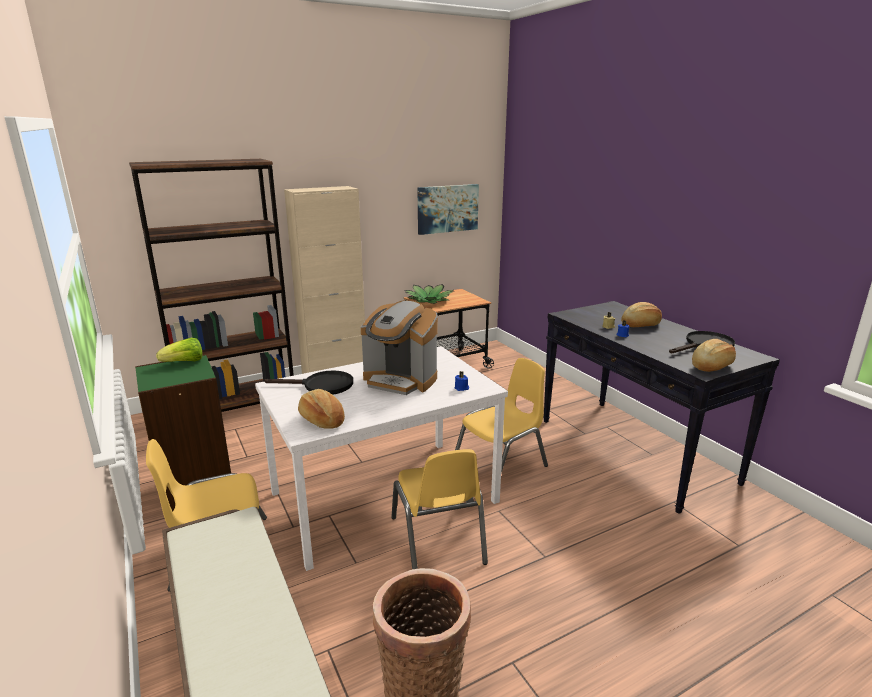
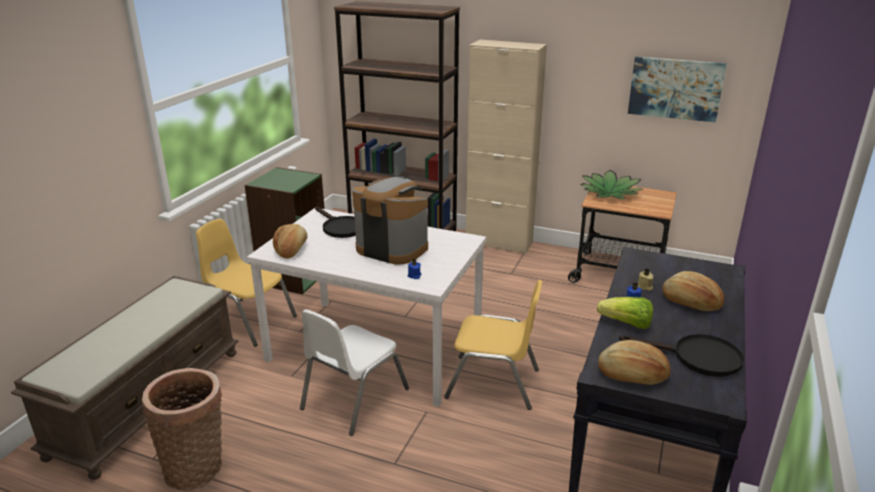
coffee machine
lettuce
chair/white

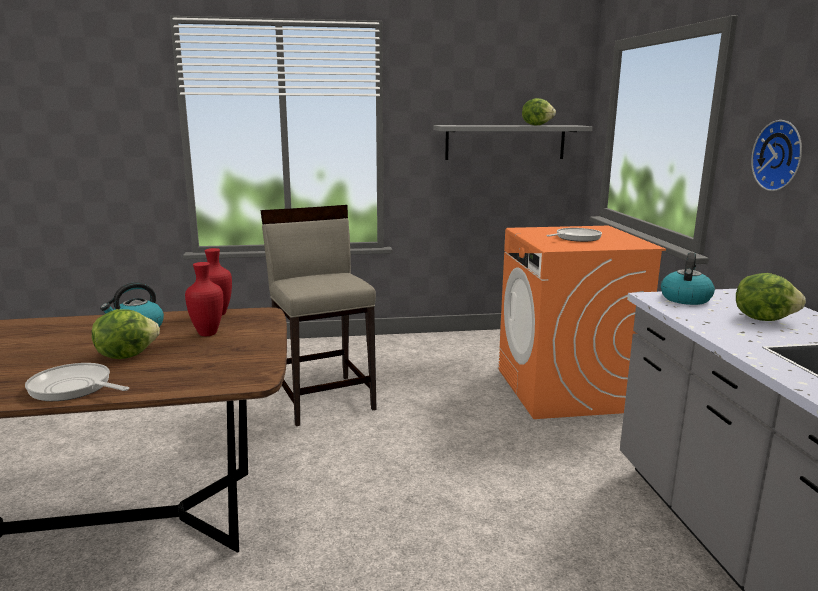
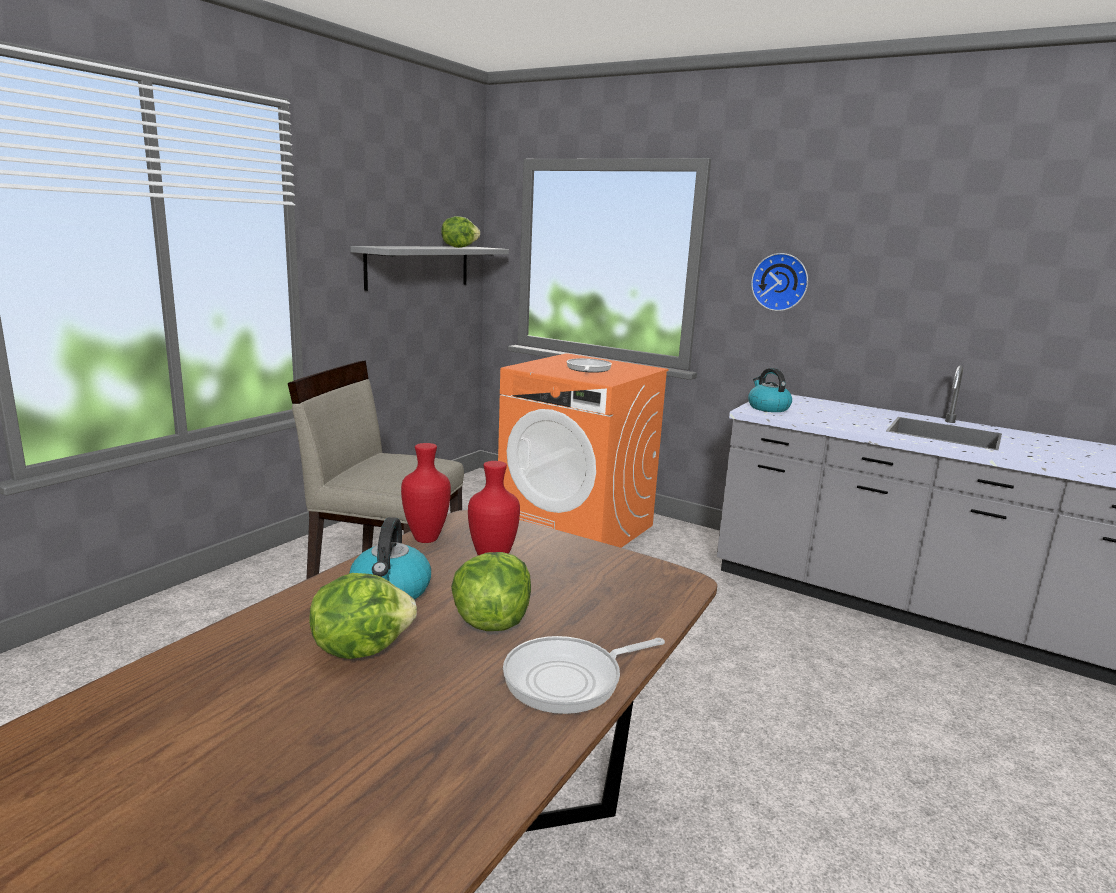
lettuce (no. 1 from left)

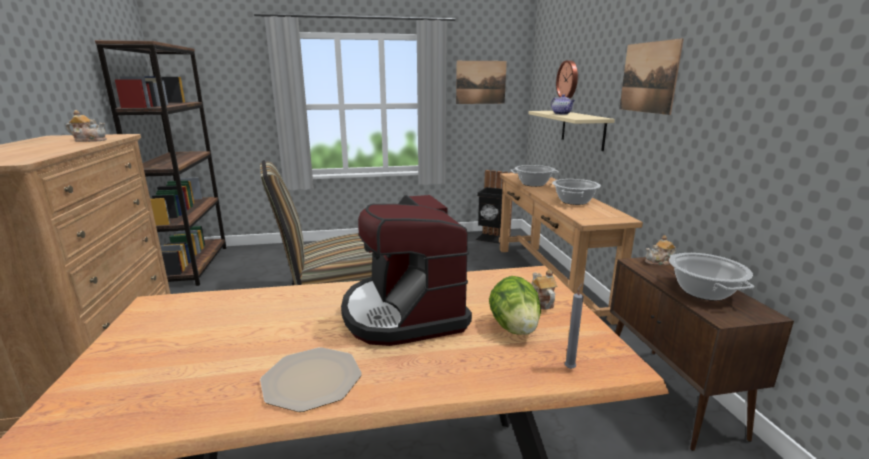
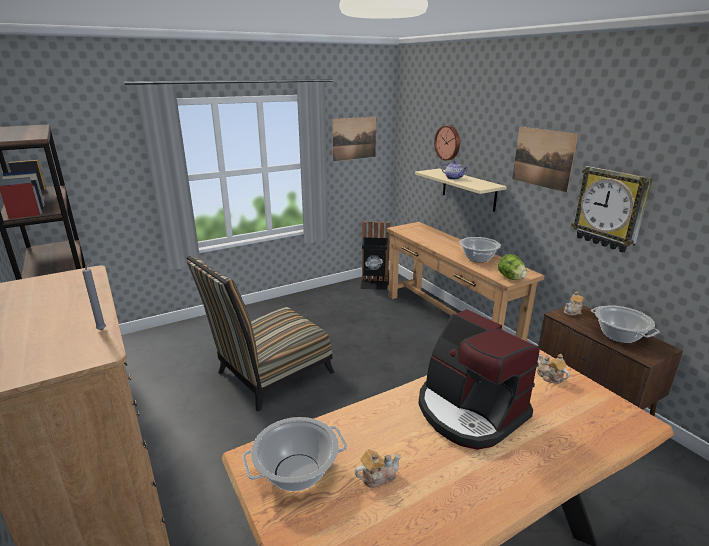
teapot (no. 1 from left)
cooking pot (no. 1 from left)
lettuce
candle/grey
plate
wall clock (no. 2 from left)

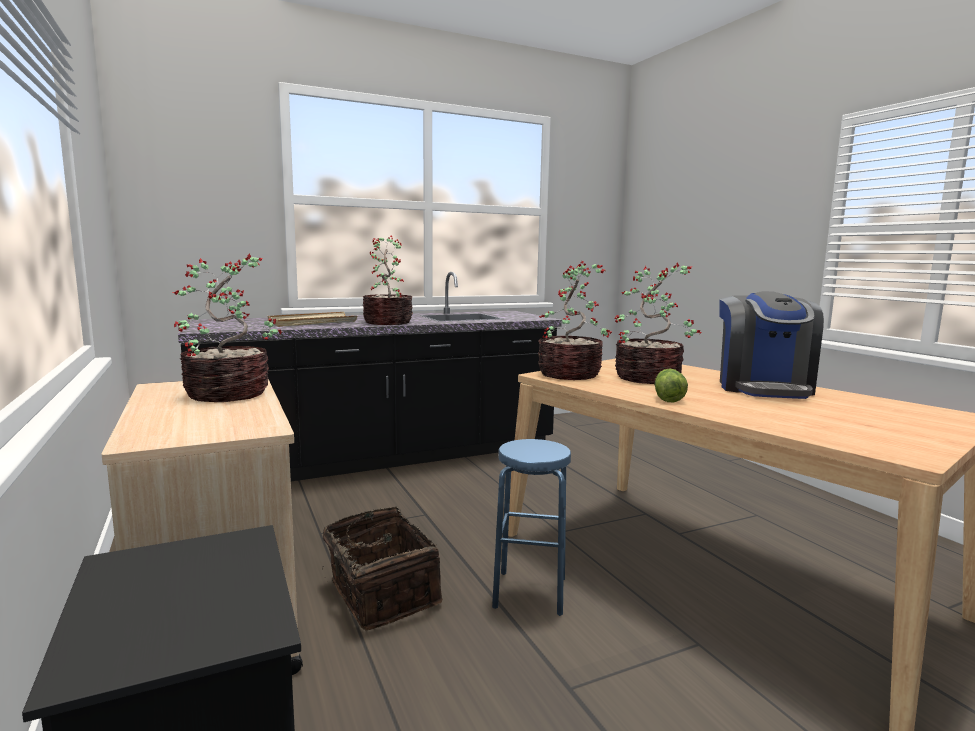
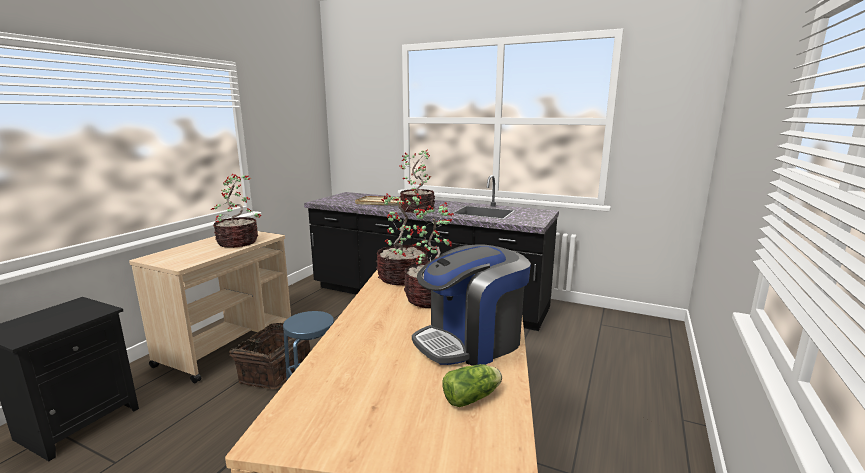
lettuce

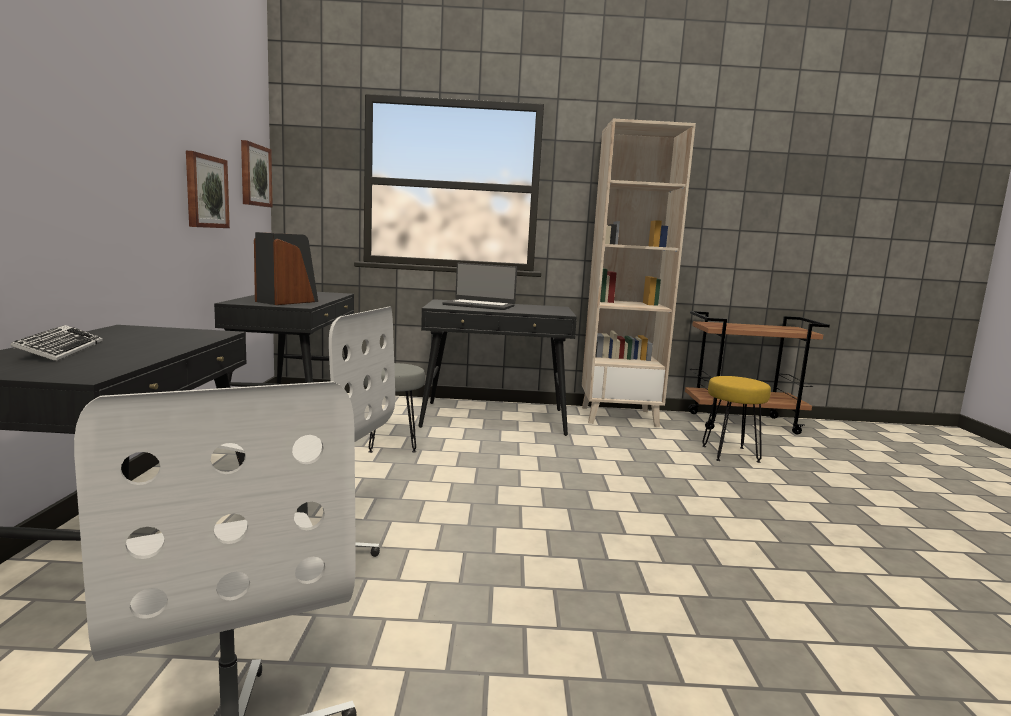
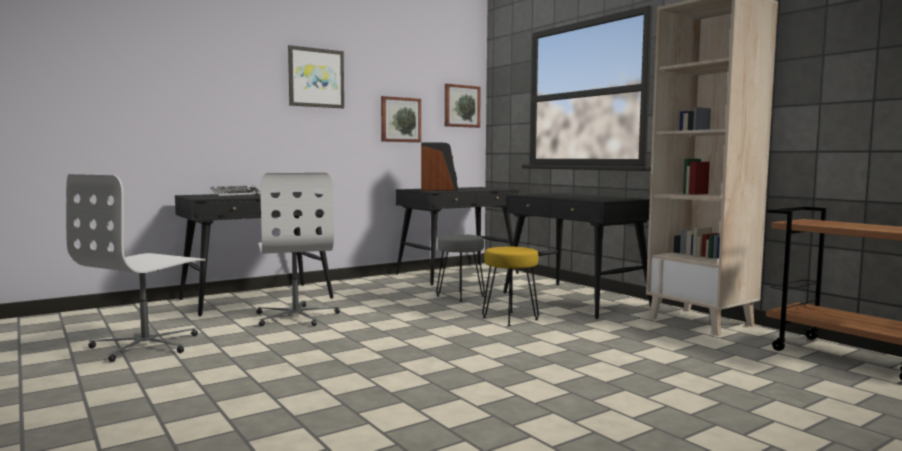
laptop
stool/yellow
picture (no. 1 from left)

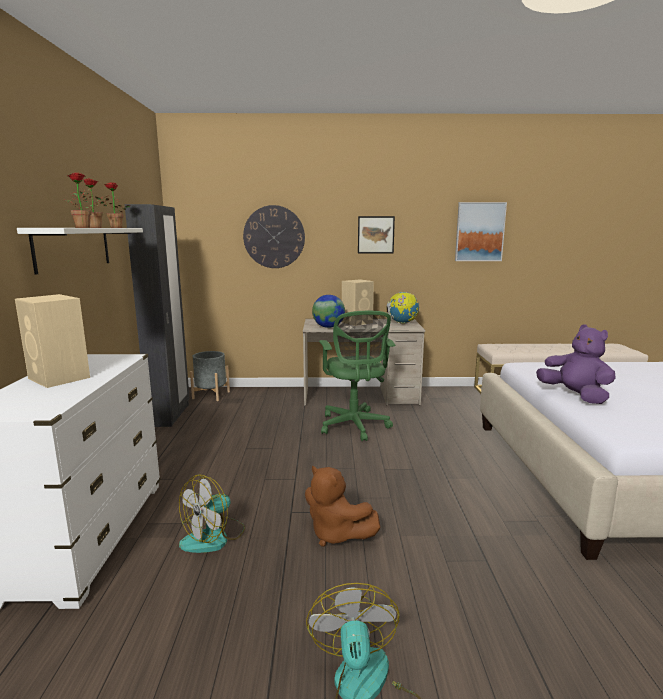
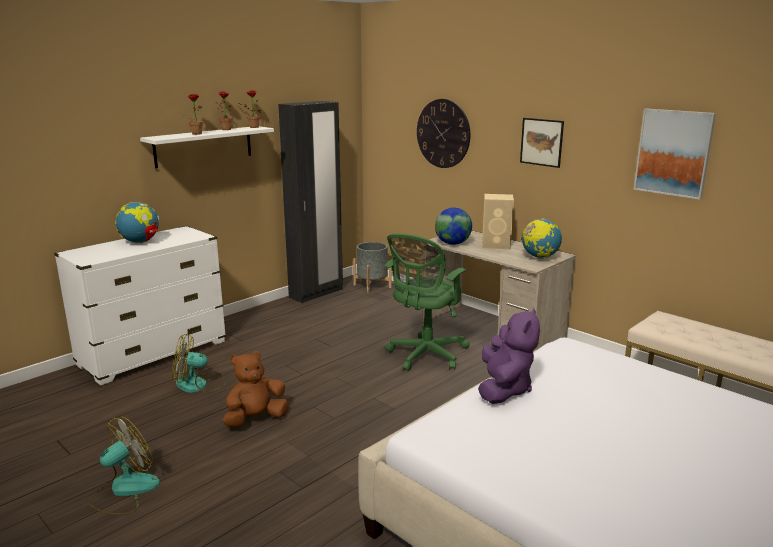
globe (no. 1 from left)
plush toy/brown

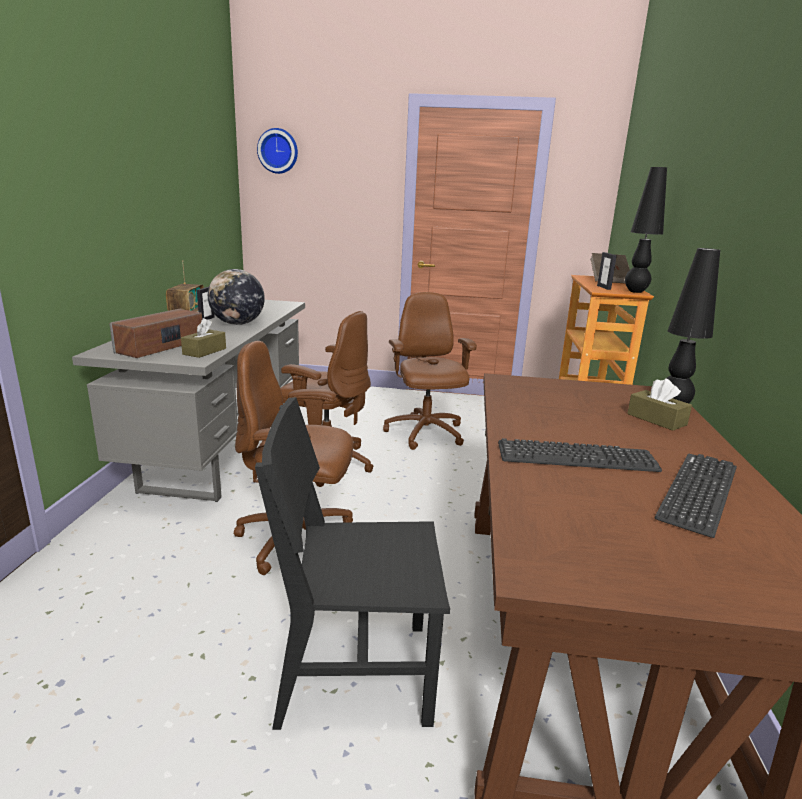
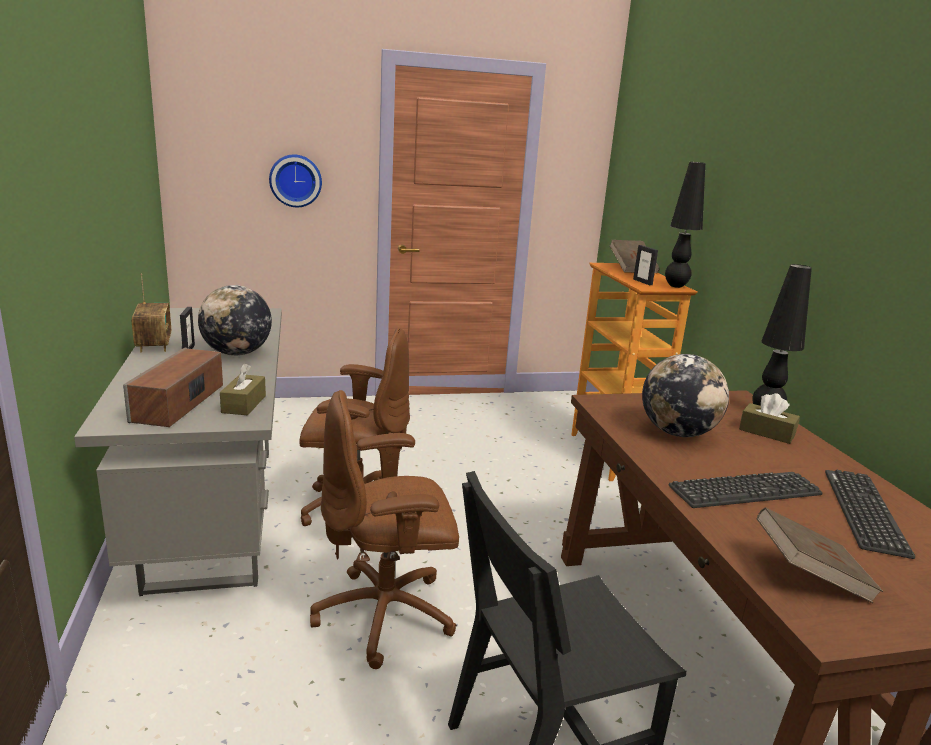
wall clock
office chair/brown (no. 3 from left in the first image)
globe (no. 2 from left)
book/brown (no. 2 from left)

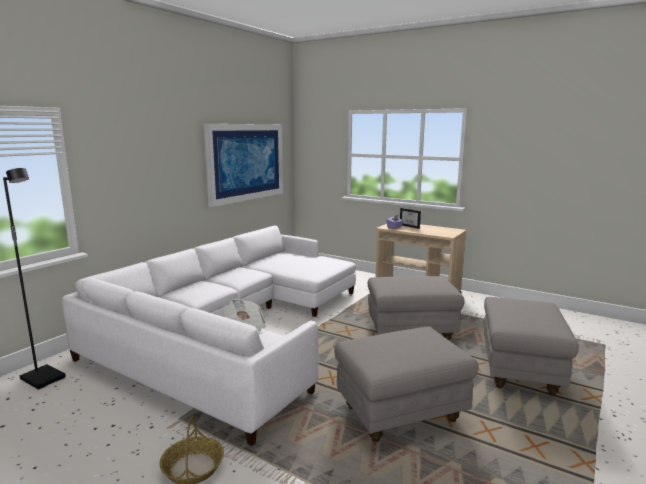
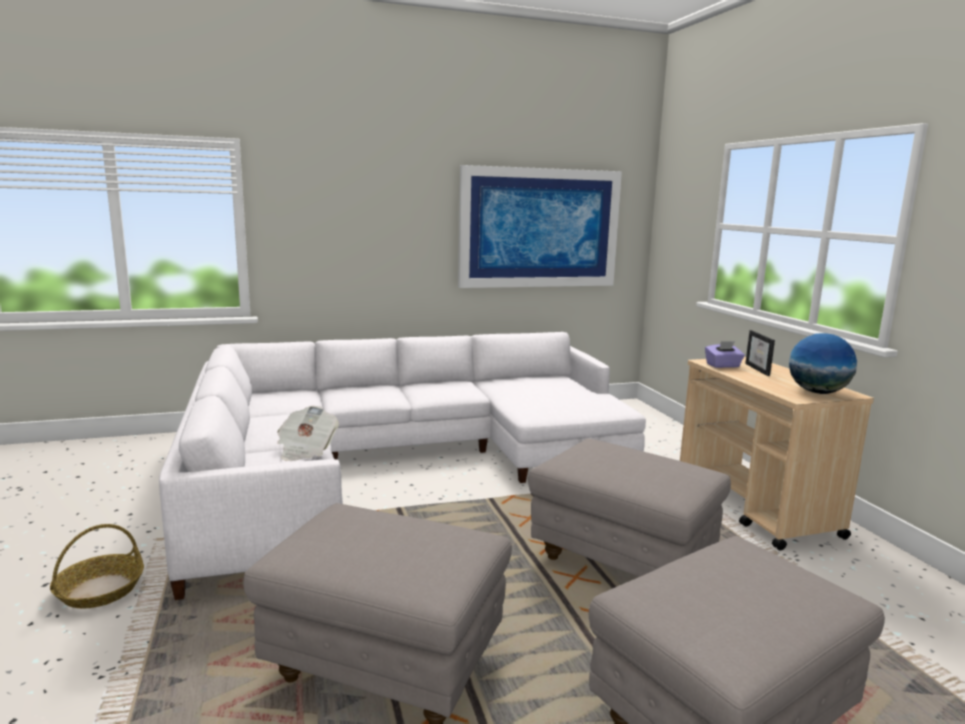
floor lamp/black
globe

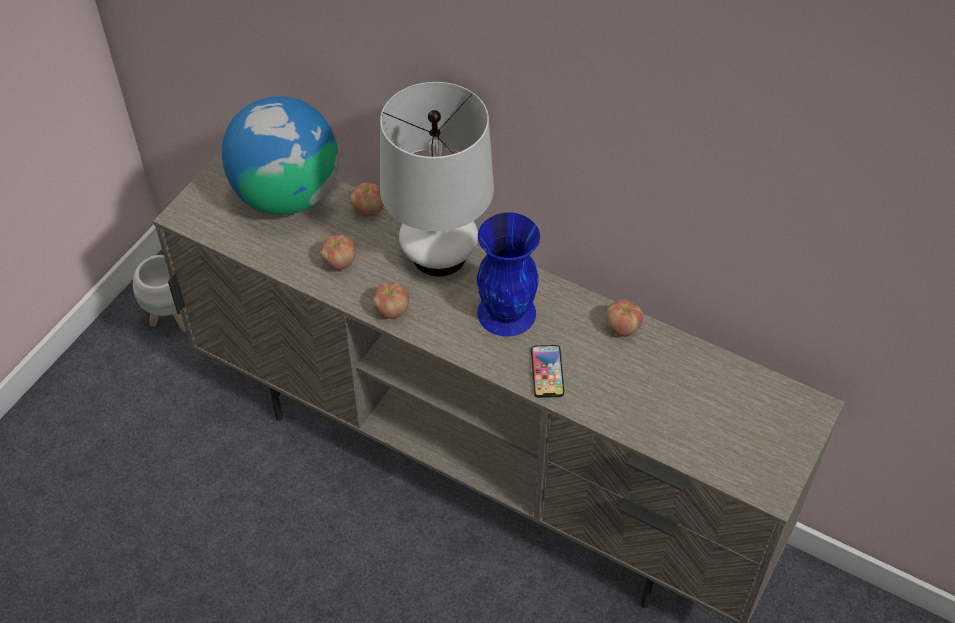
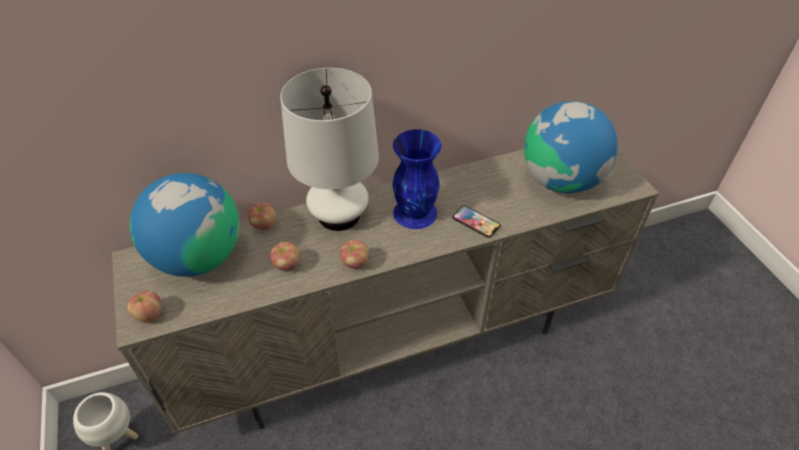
apple (no. 1 from left)
globe (no. 2 from left)

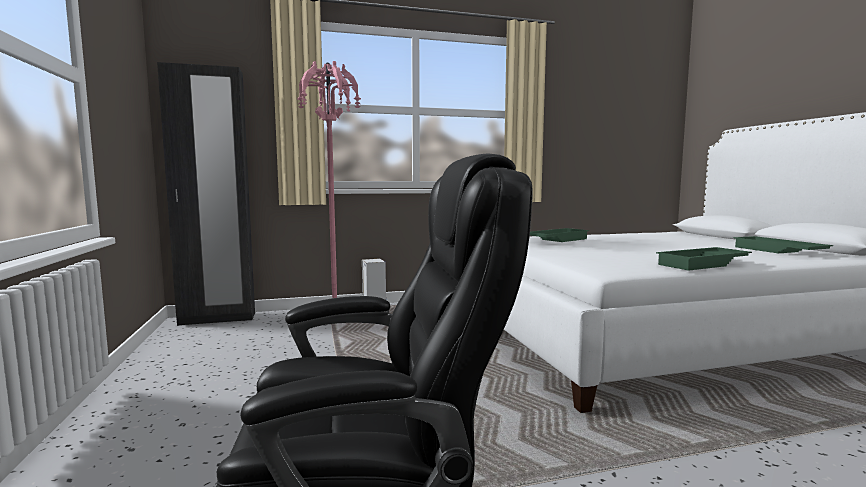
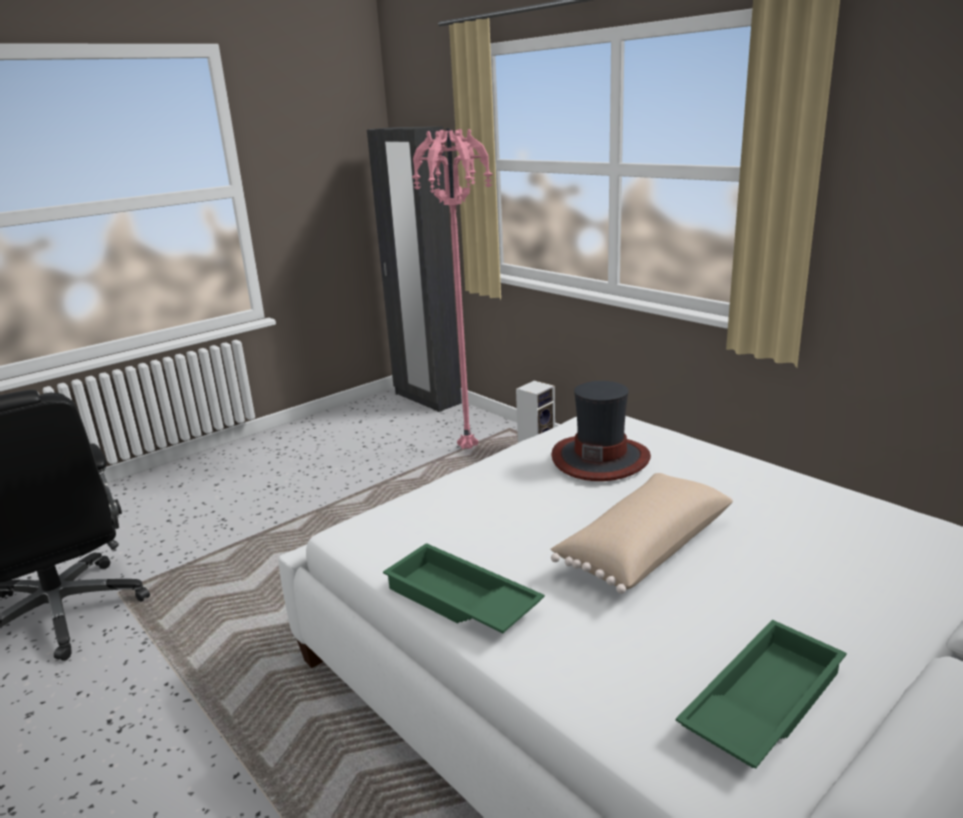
hat
pillow/beige

